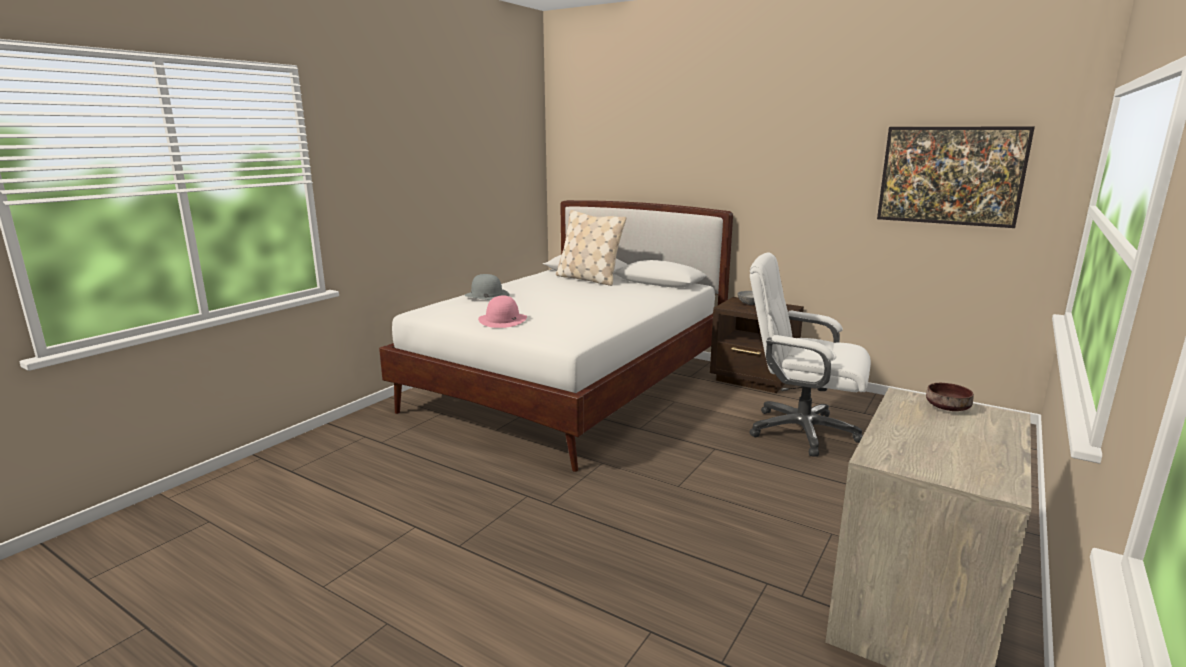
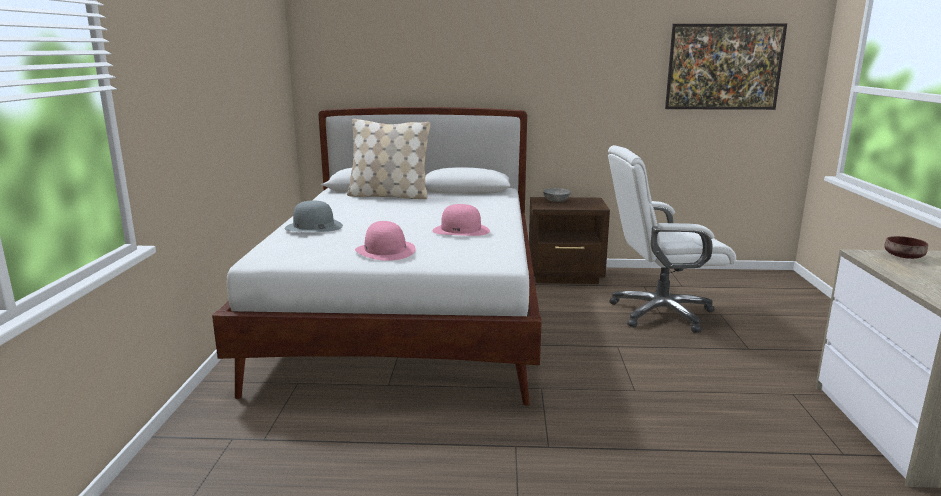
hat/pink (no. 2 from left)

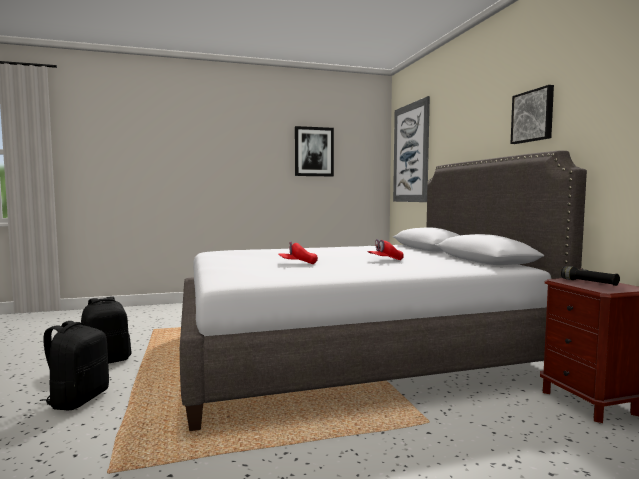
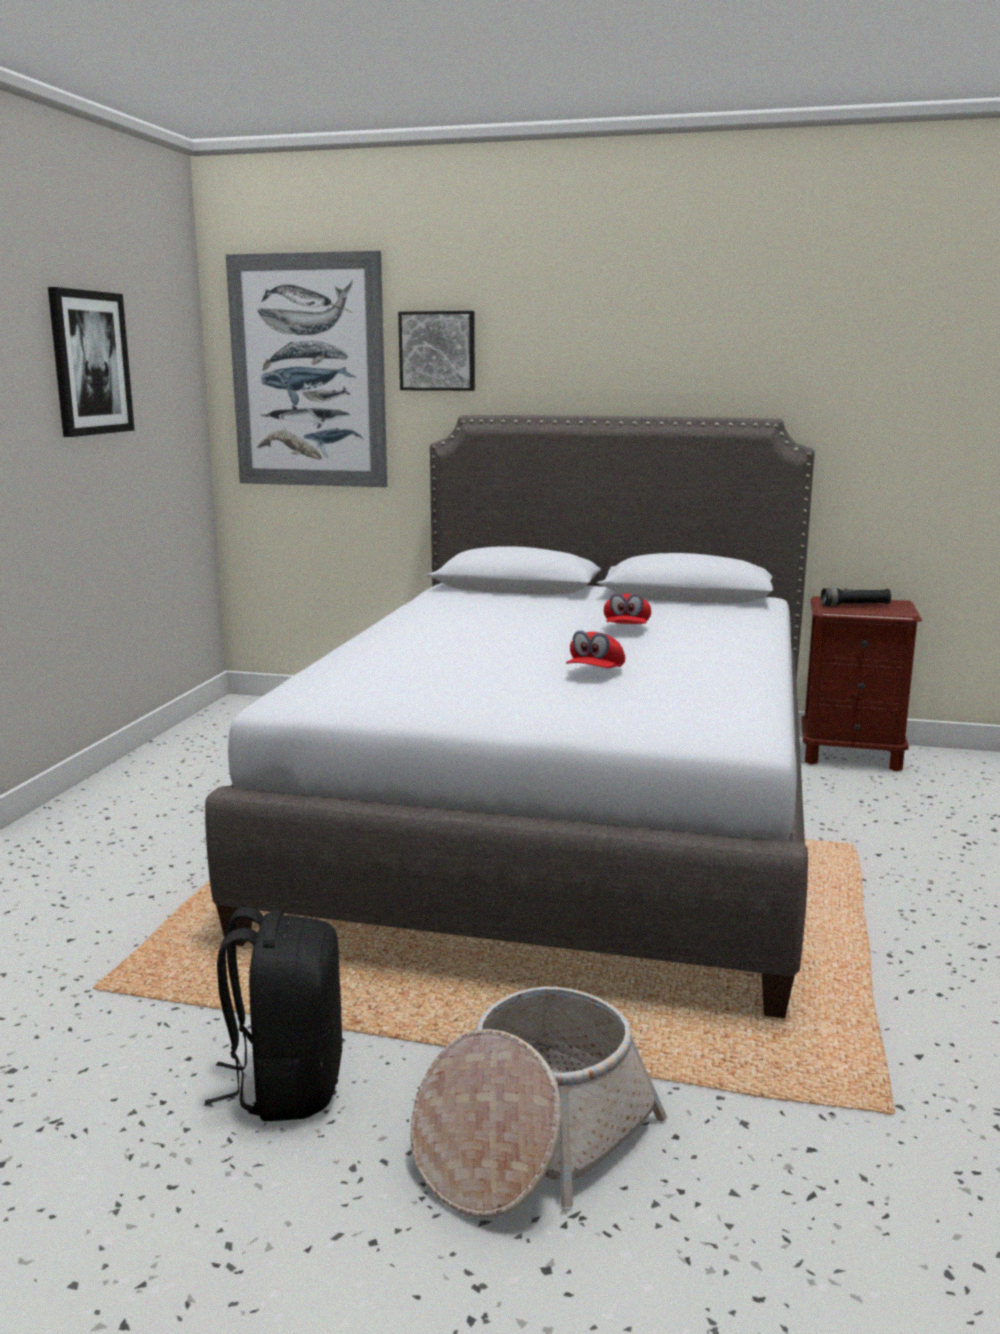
picture (no. 3 from left)
basket

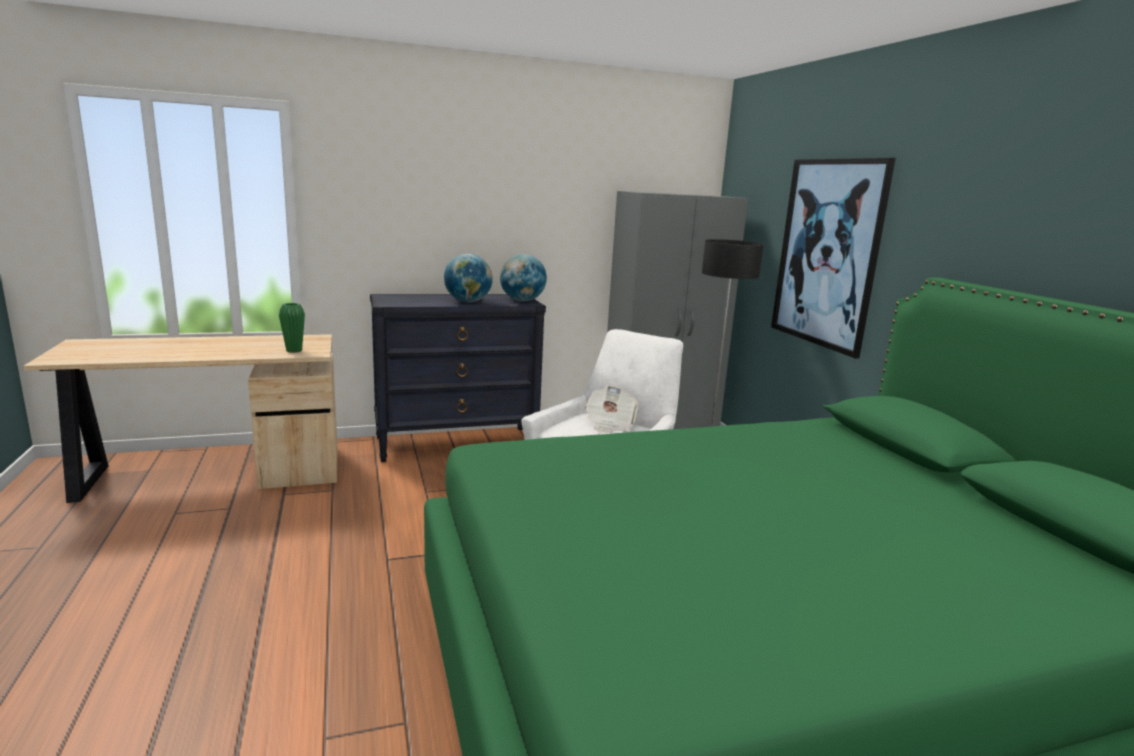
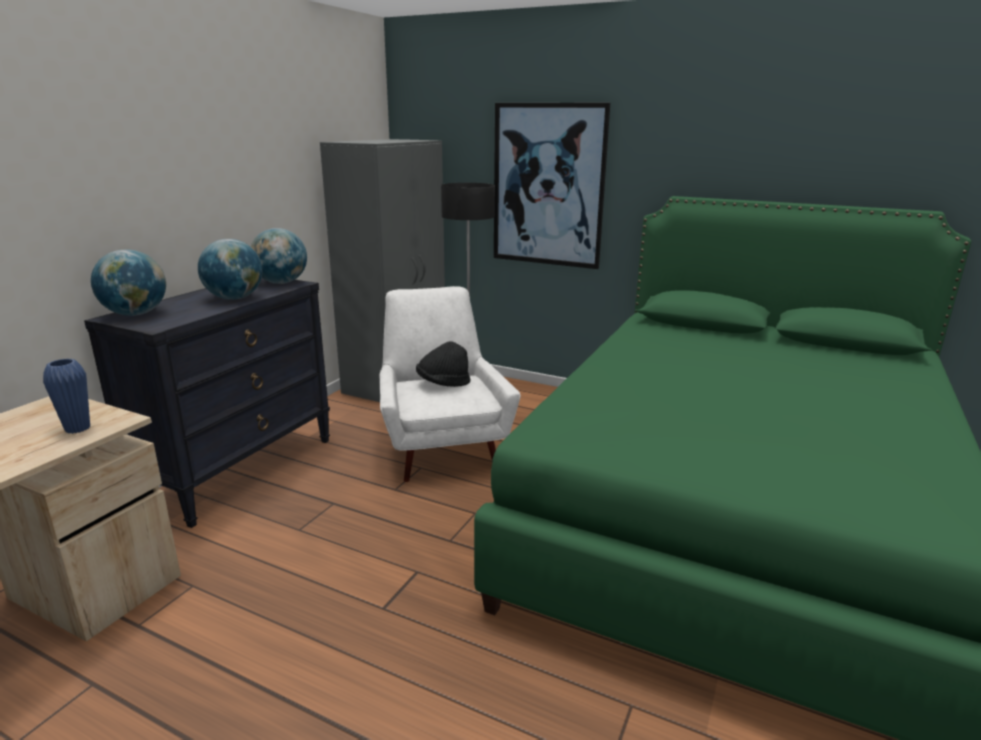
vase/blue
hat/black
globe (no. 1 from left)

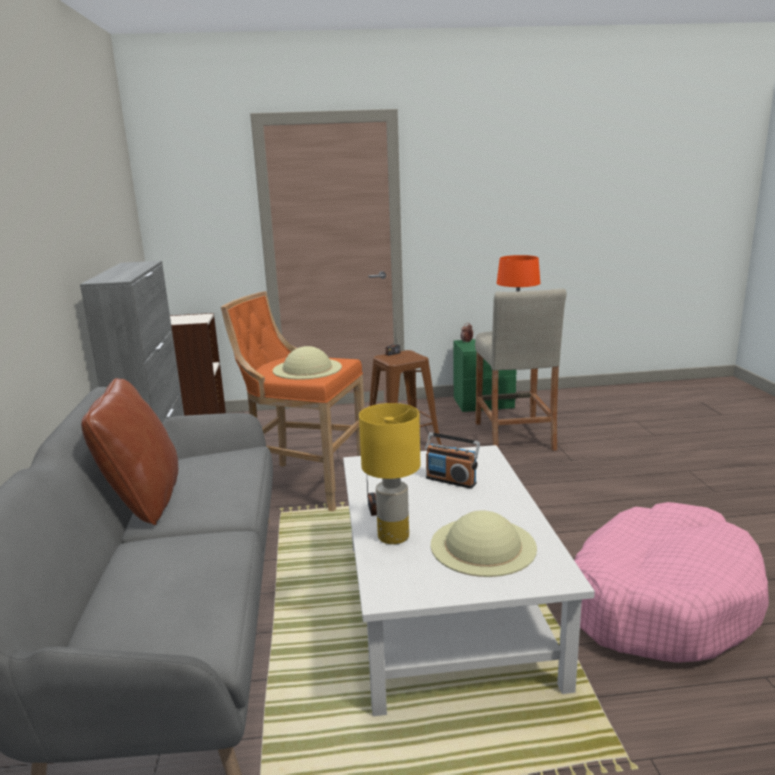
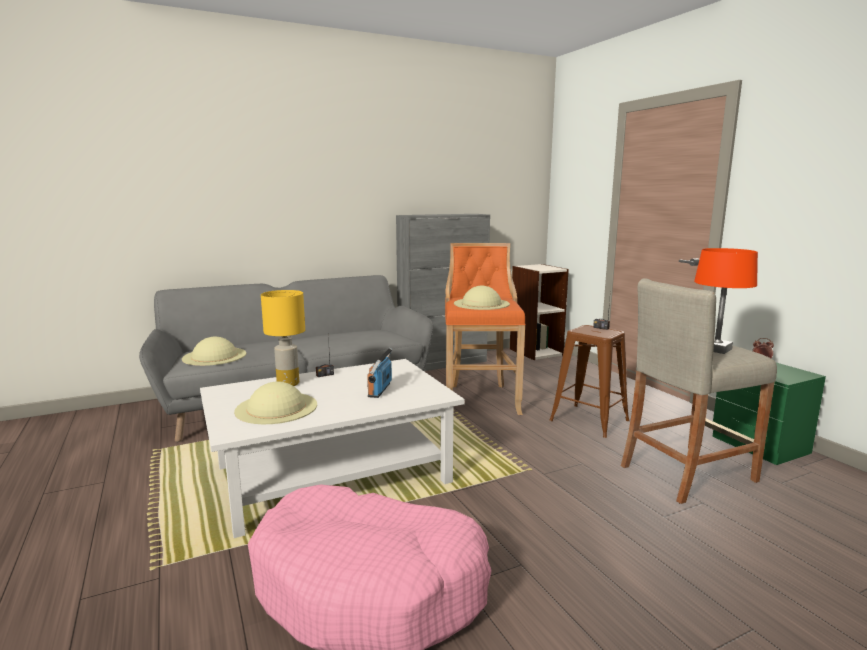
pillow/brown
hat/beige (no. 1 from left)

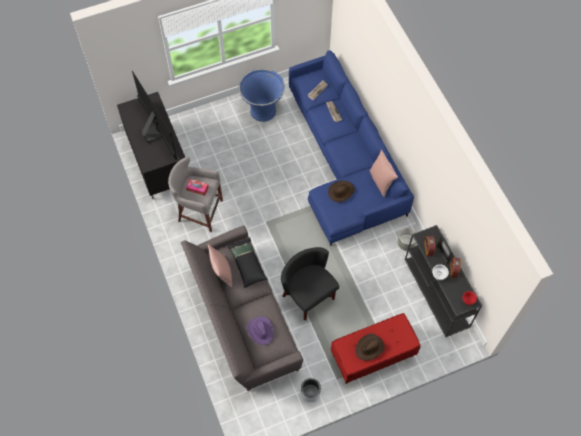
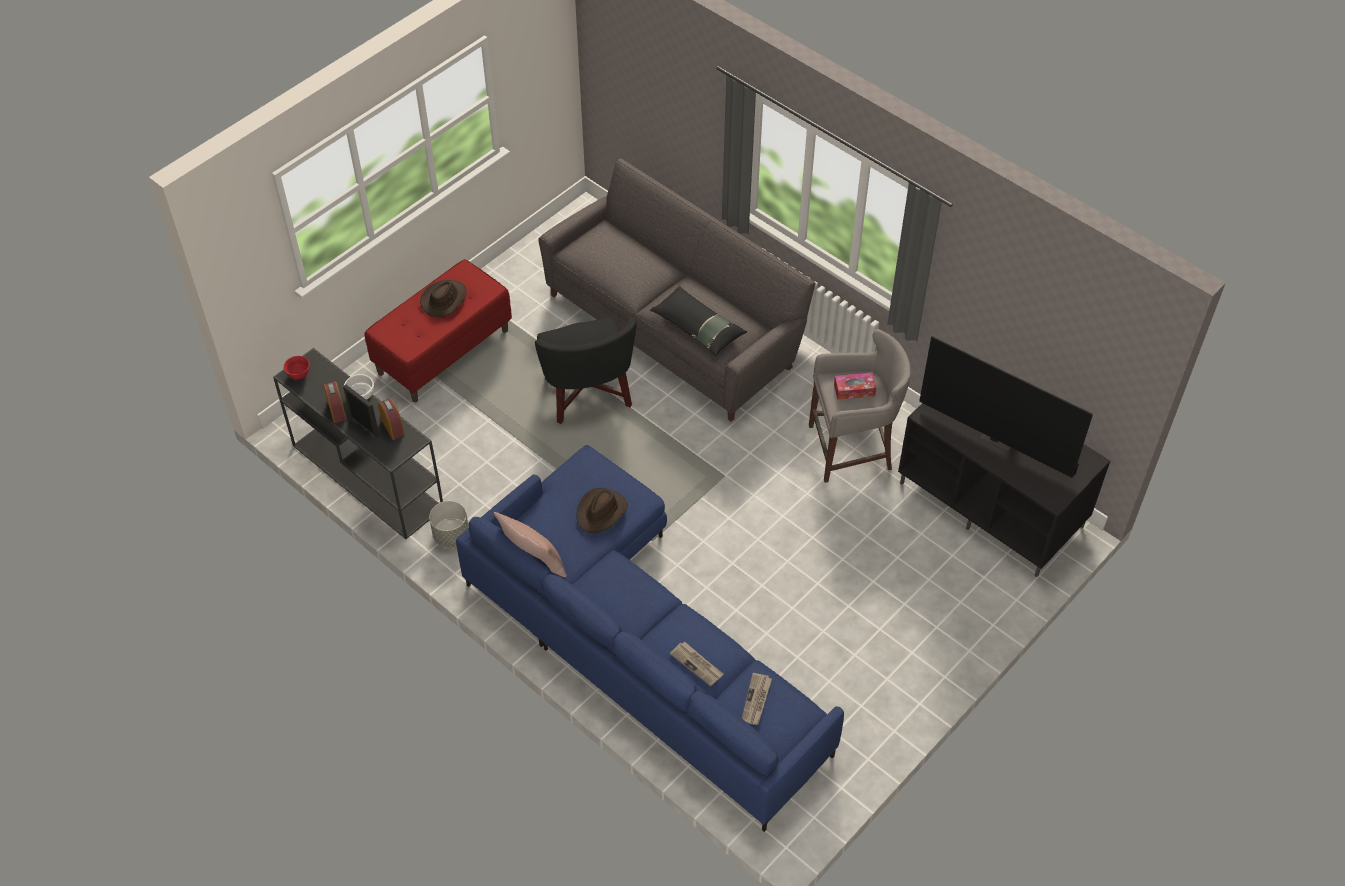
planter/blue
pillow/pink (no. 1 from left in the first image)
armchair/black
hat/purple
planter/grey (no. 1 from left in the first image)

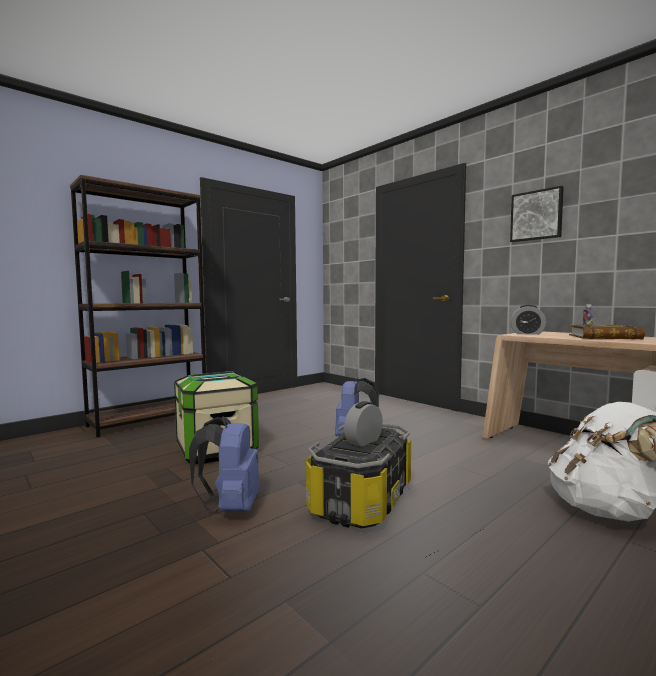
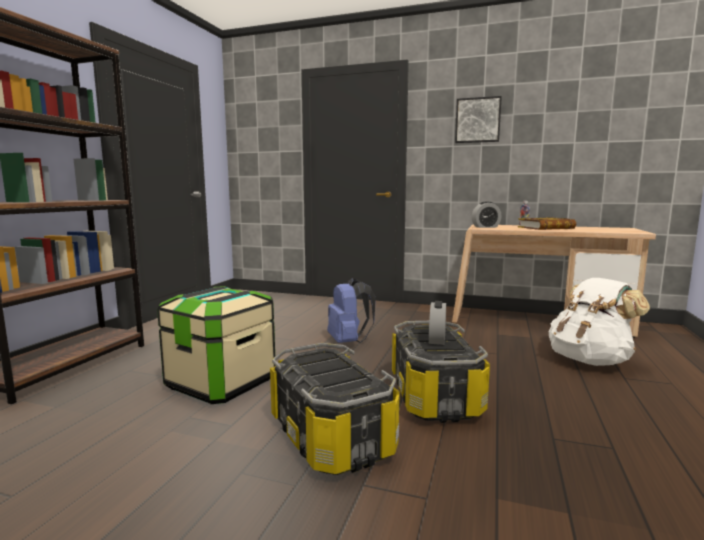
storage box (no. 2 from left)

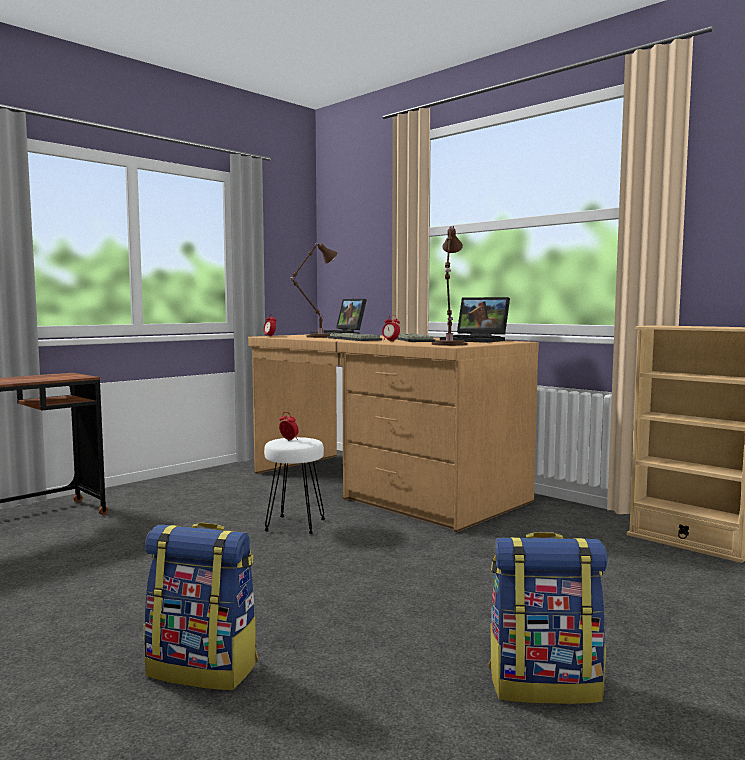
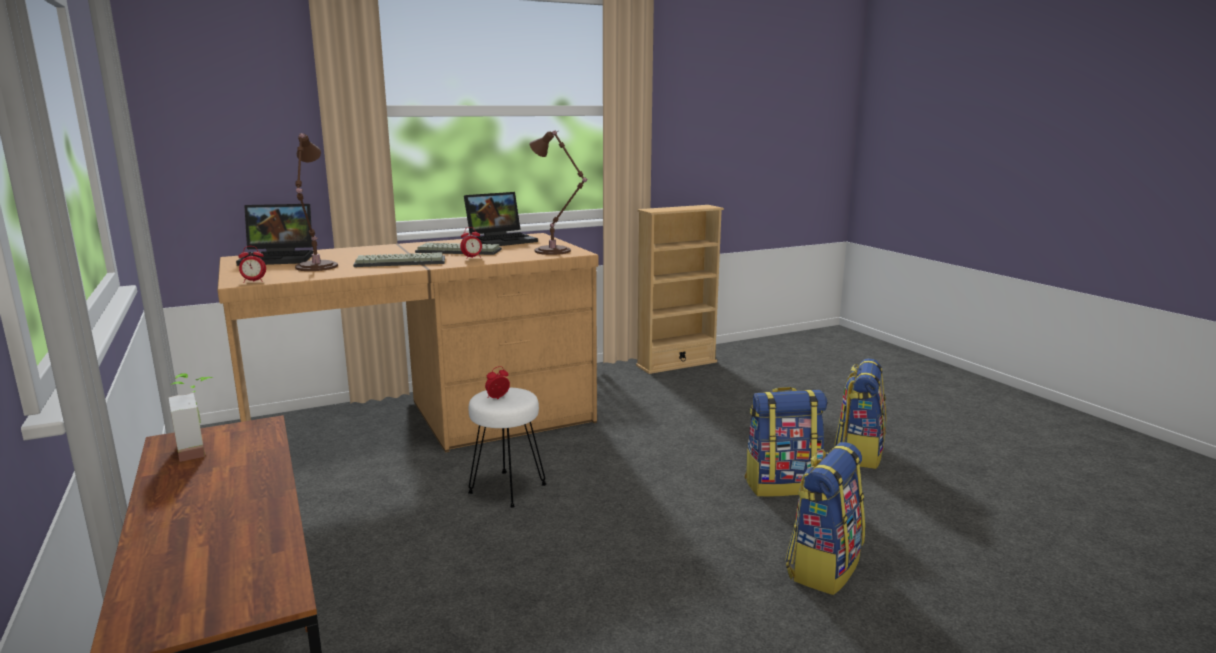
potted plant
backpack (no. 1 from left)

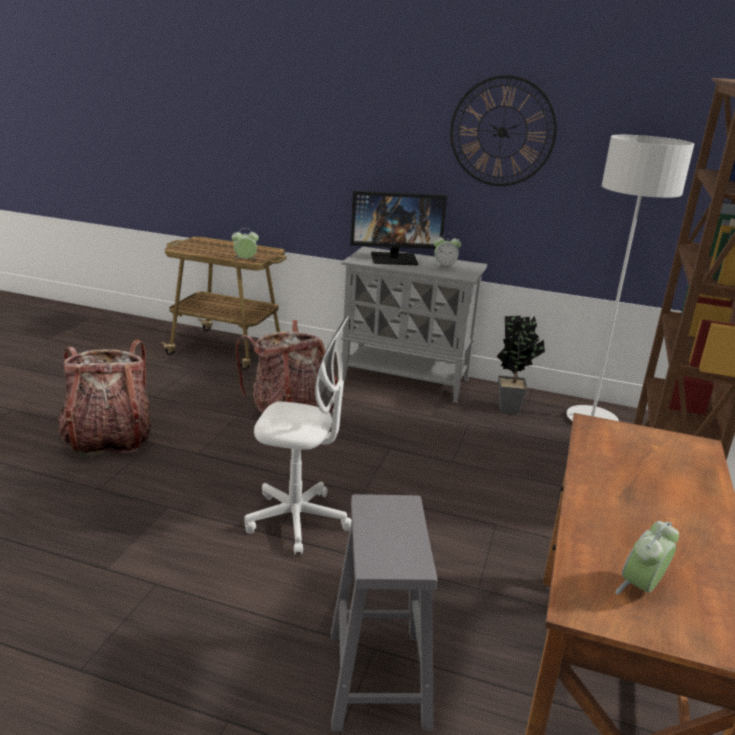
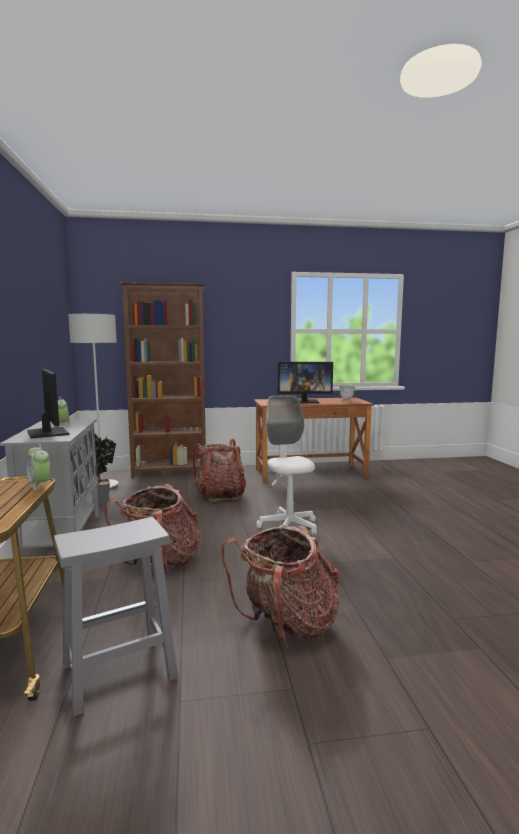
wall clock
stool/grey
monitor (no. 2 from left)
backpack (no. 2 from left)

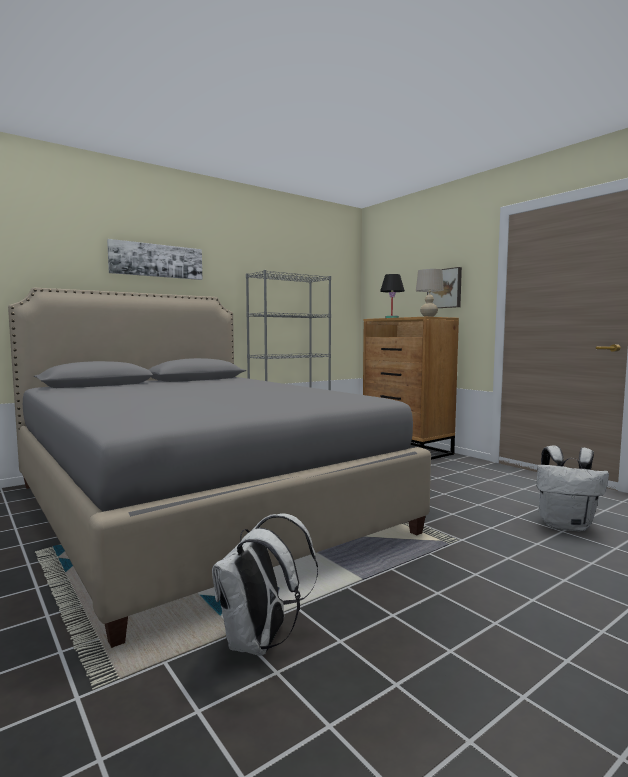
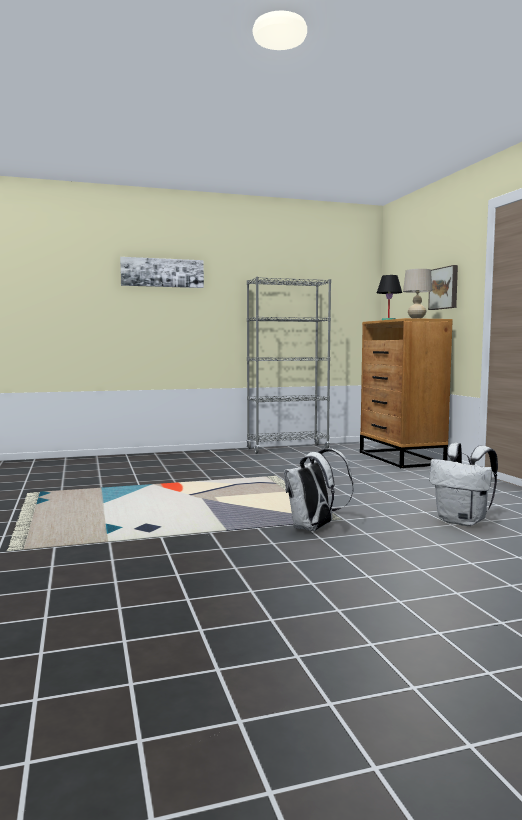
bed/grey
backpack/white (no. 1 from left)

